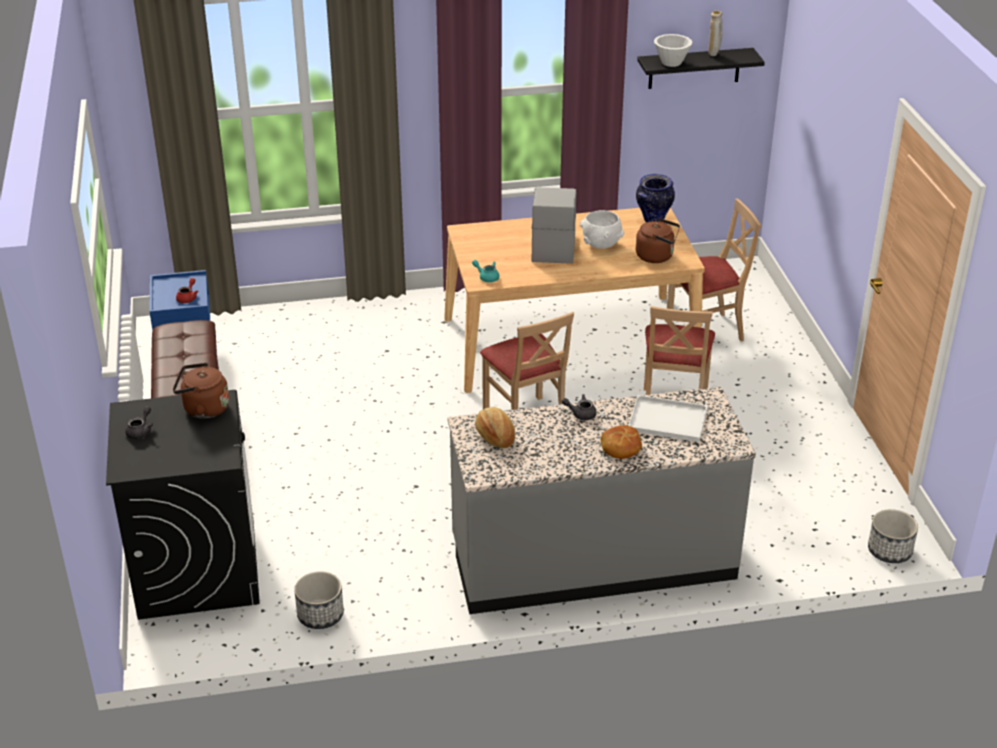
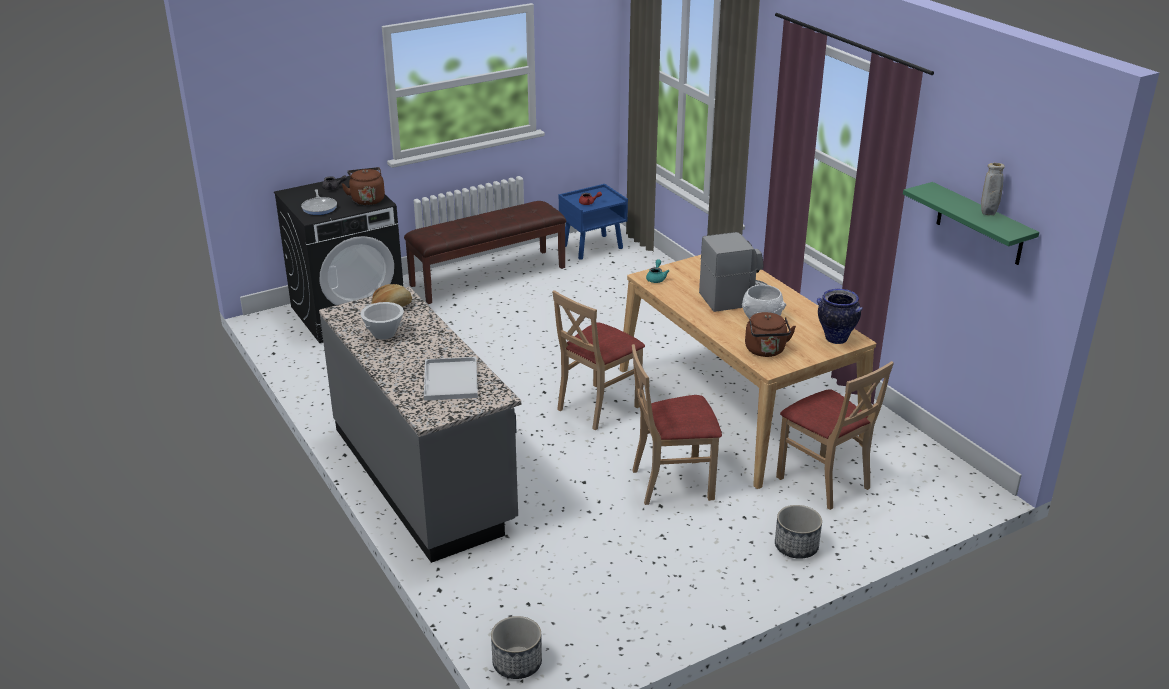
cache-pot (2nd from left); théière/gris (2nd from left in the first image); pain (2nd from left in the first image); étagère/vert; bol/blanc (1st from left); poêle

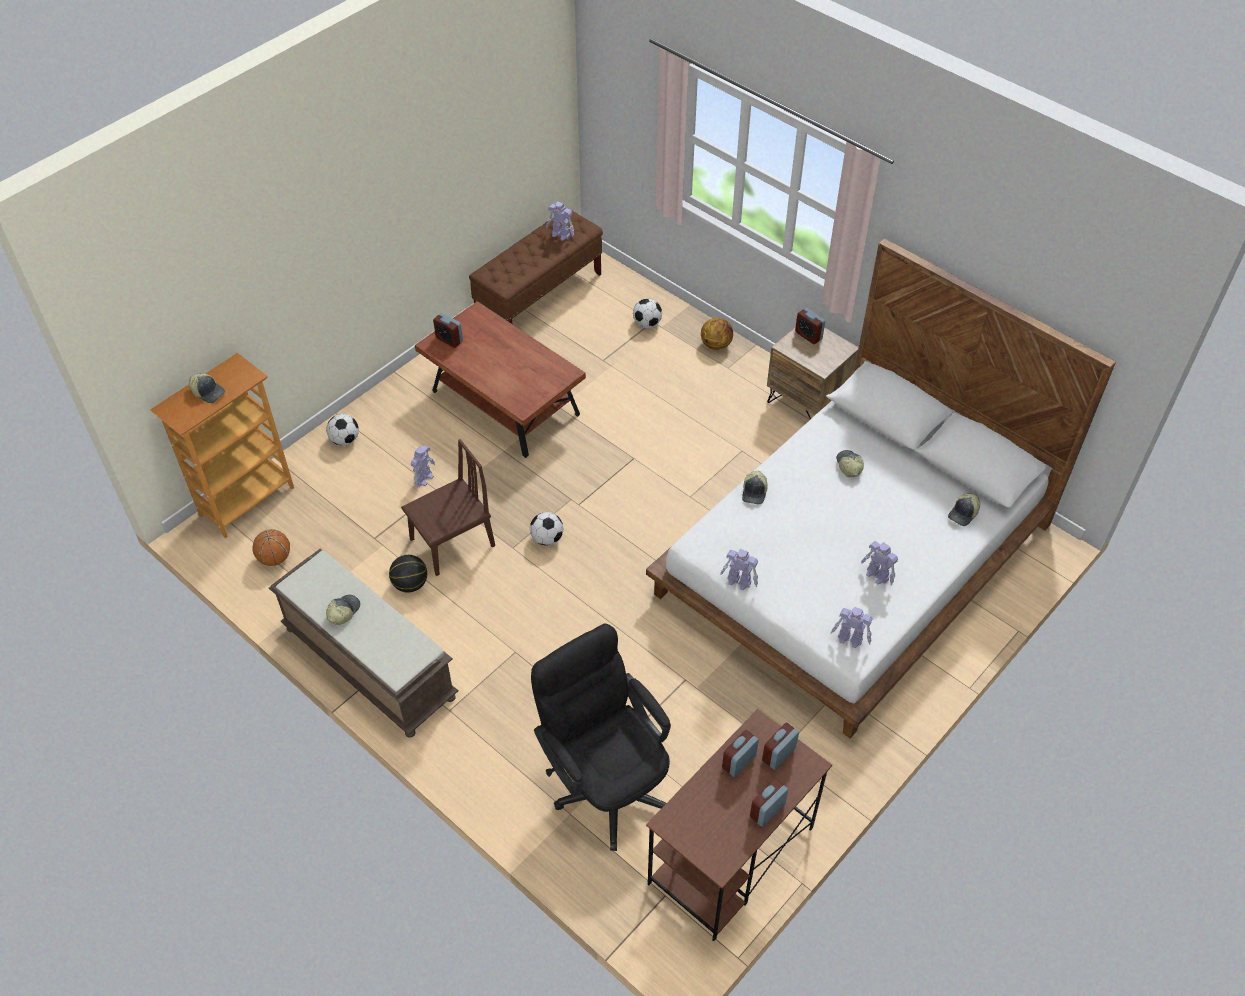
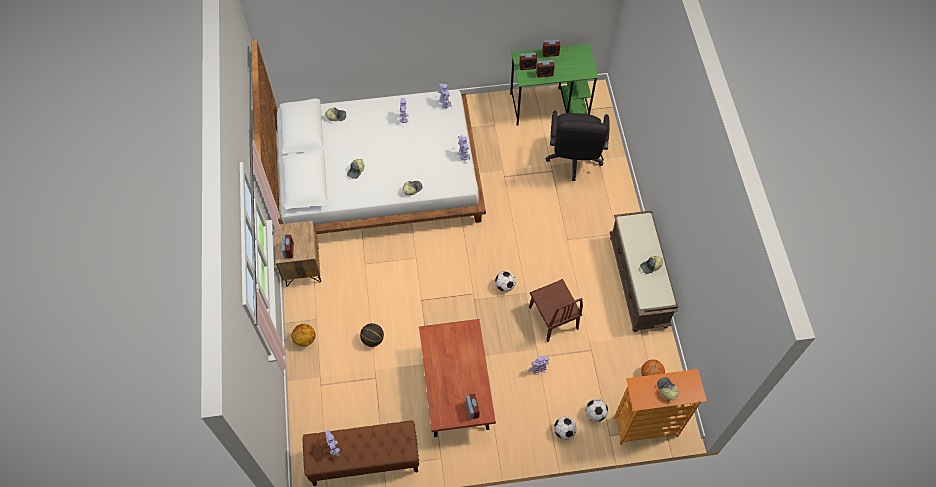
ballon de basket (2nd from left); chaise/marron; ballon de foot (3rd from left); bureau/vert

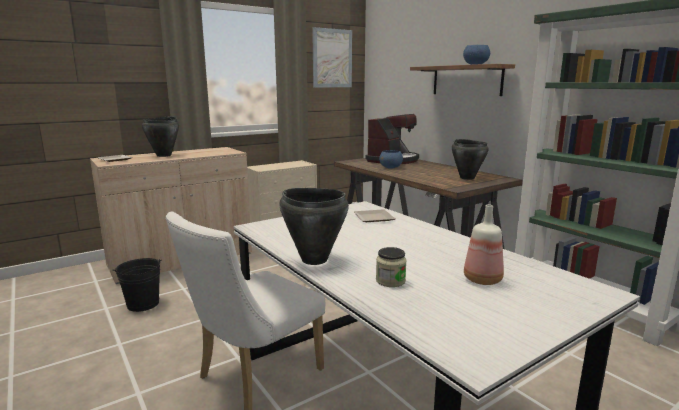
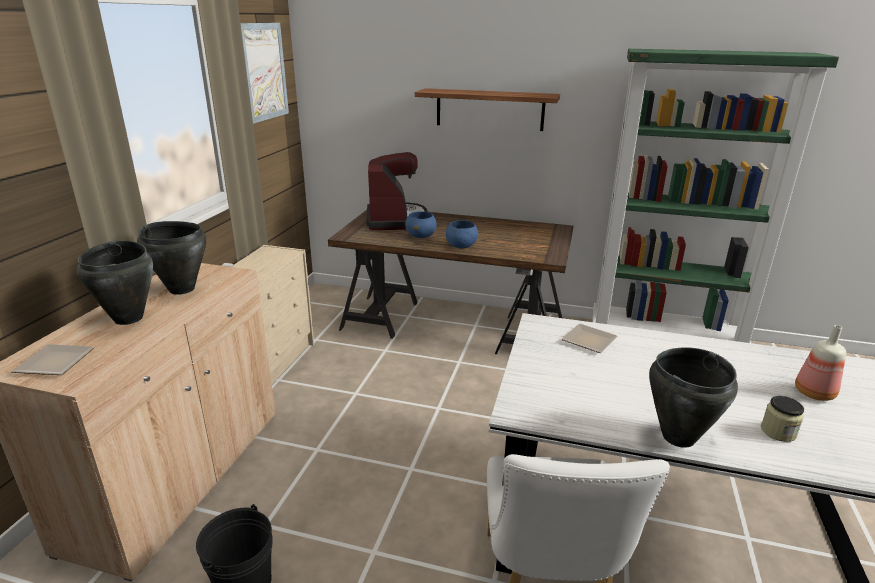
marmite/noir (2nd from left); bol/bleu (2nd from left)

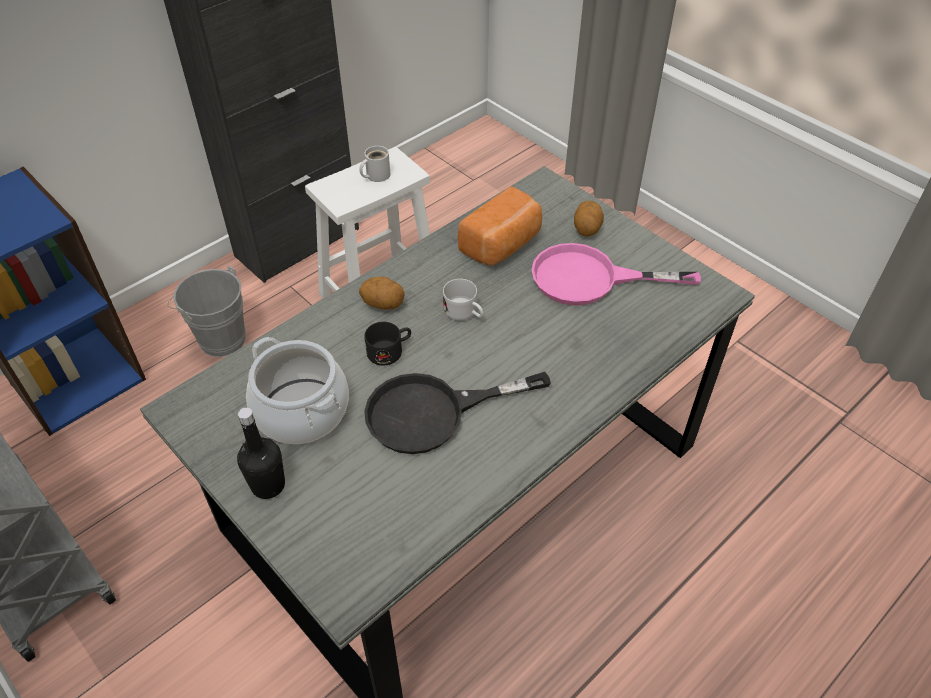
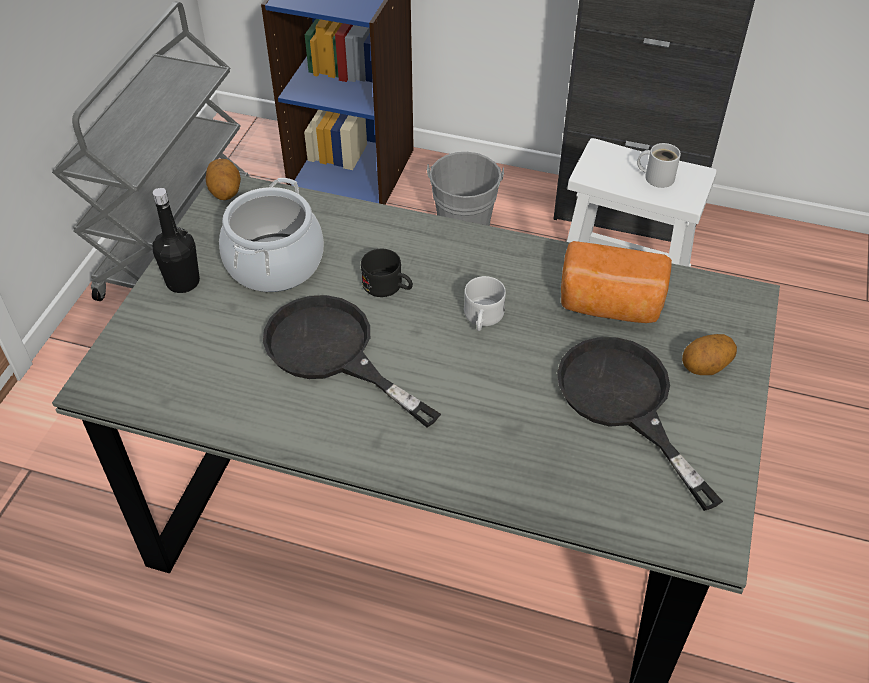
pomme de terre (1st from left); poêle/noir (2nd from left)

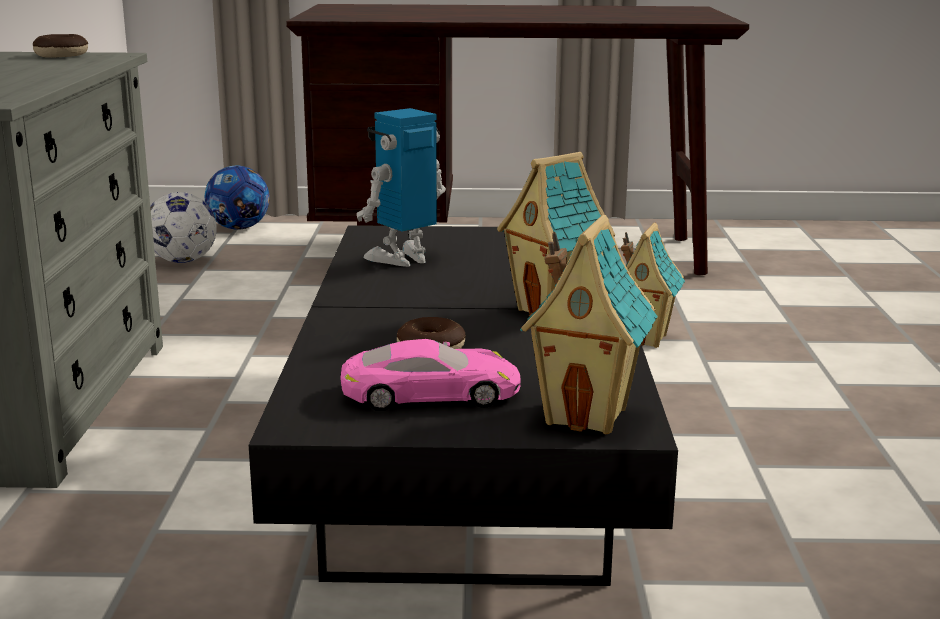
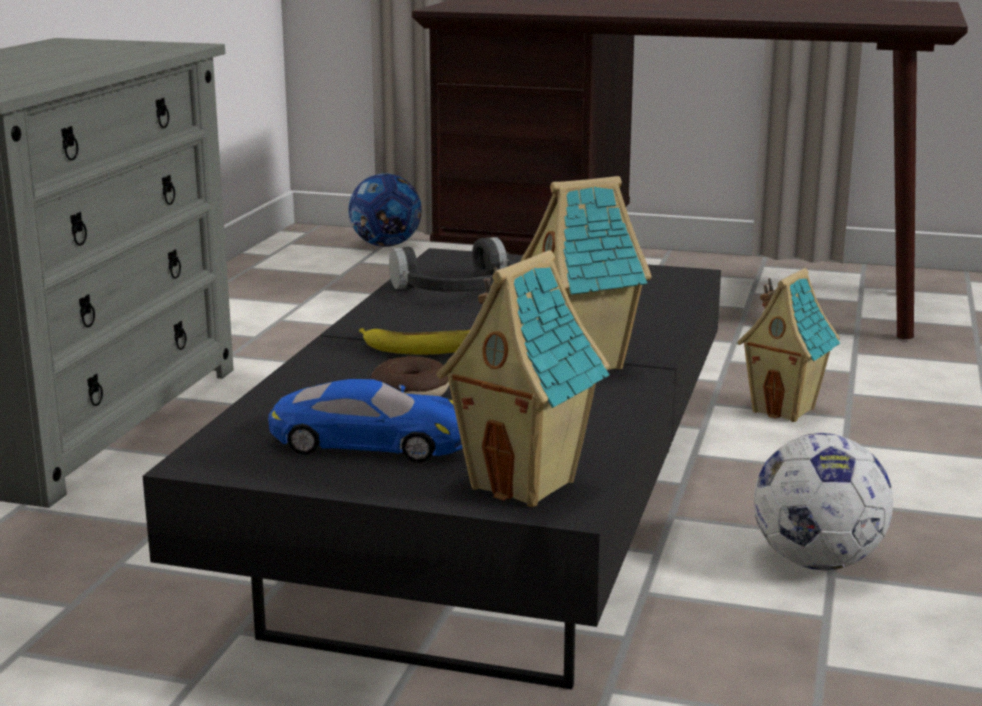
beignet (1st from left in the first image); ballon de foot (2nd from left); petite voiture/bleu; casque audio/noir; banane

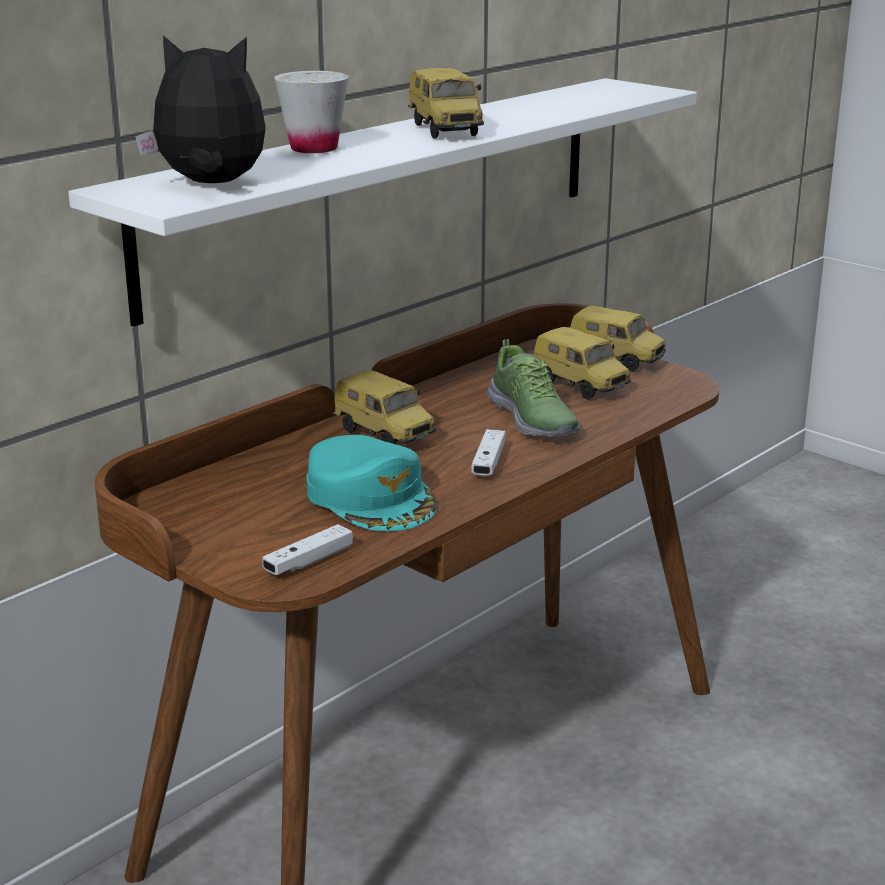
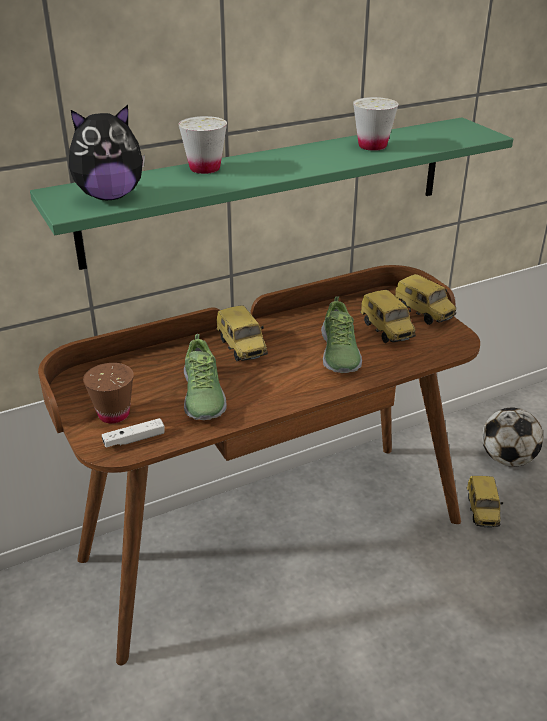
étagère/vert; peluche; chaussure (1st from left); petite voiture (4th from left); manette/blanc (2nd from left in the first image); tasse/marron; tasse/blanc (2nd from left); ballon de foot

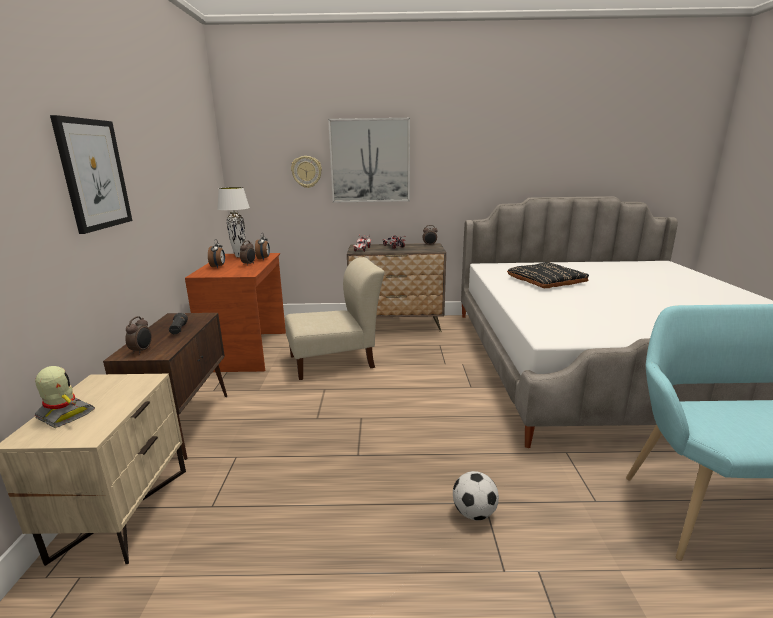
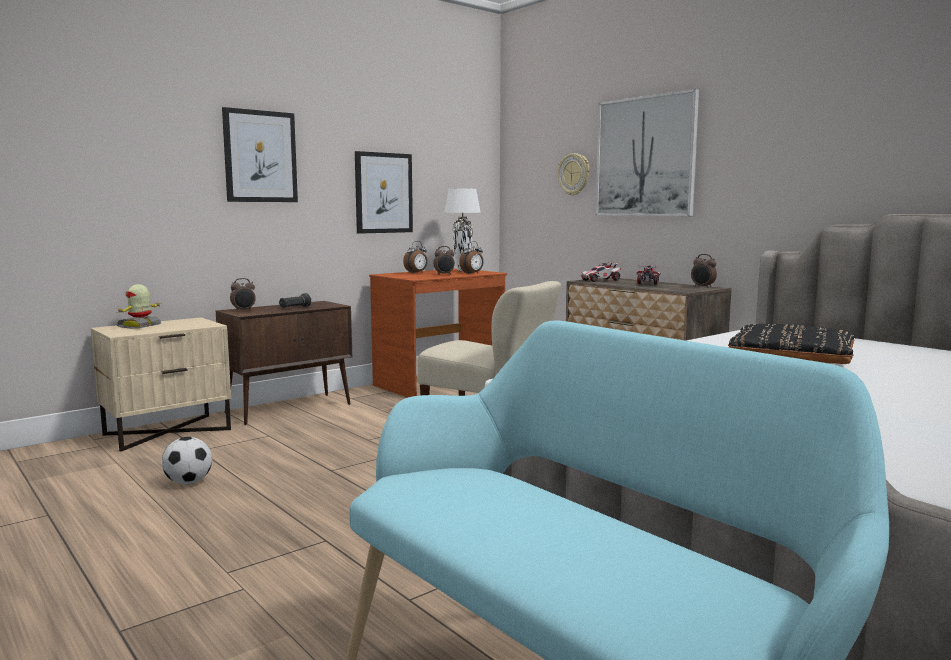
robot jouet; ballon de foot; tableau (2nd from left)

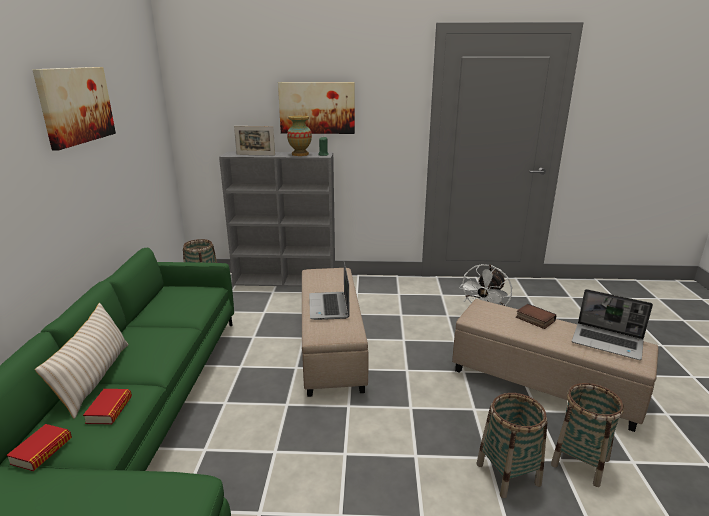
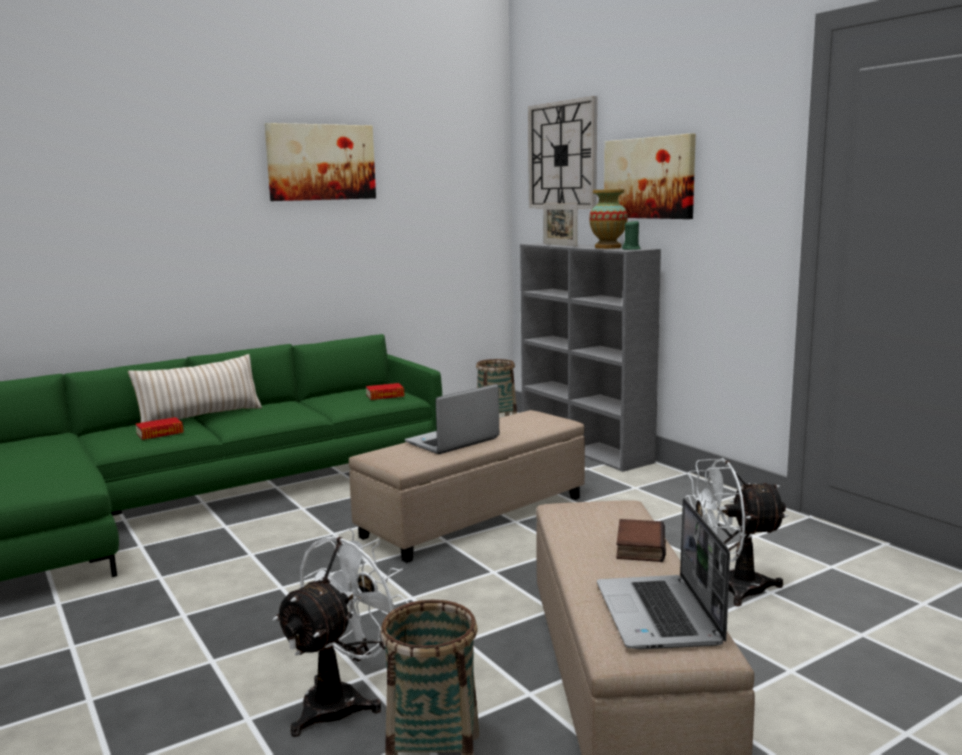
livre (2nd from left); ventilateur/blanc (1st from left); horloge murale

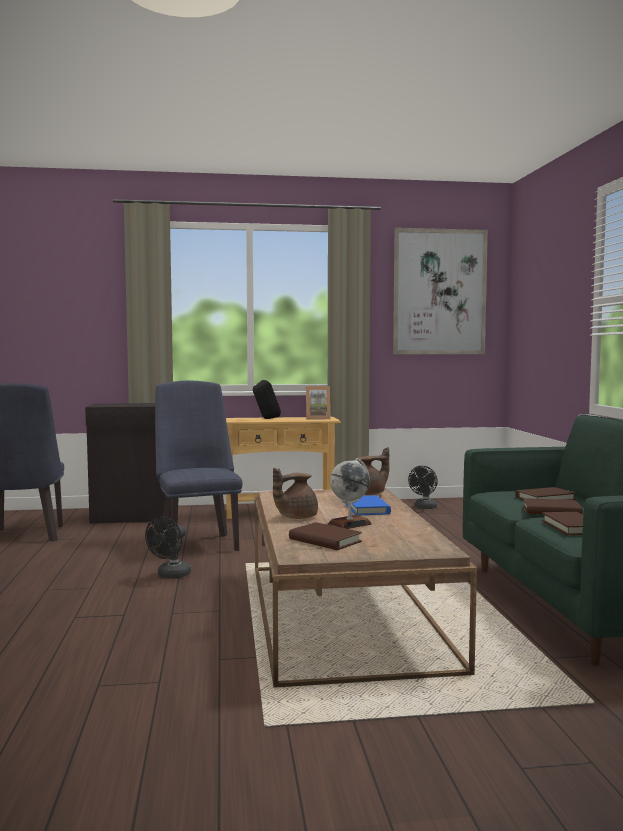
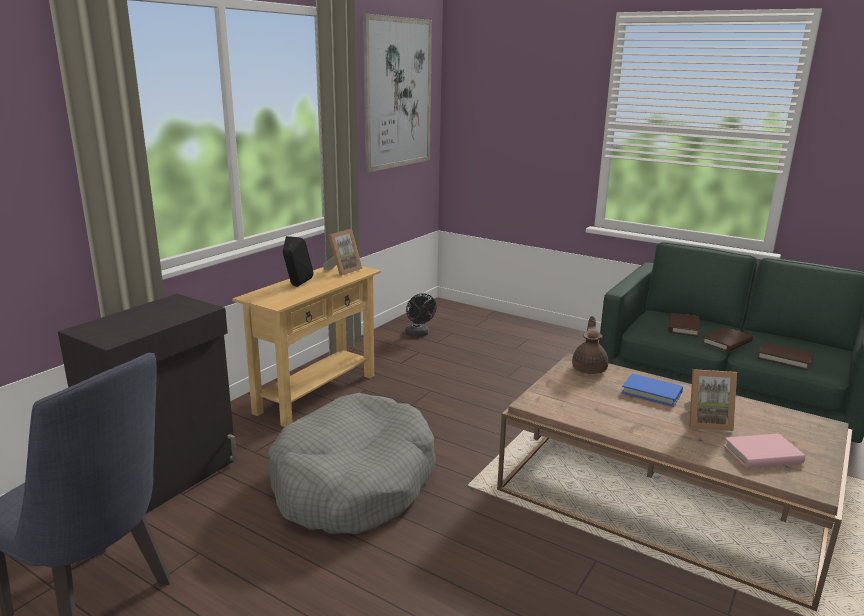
ventilateur/noir (1st from left in the first image); panier pour chien/gris; théière/marron (1st from left in the first image); livre/rose; cadre photo (2nd from left)

